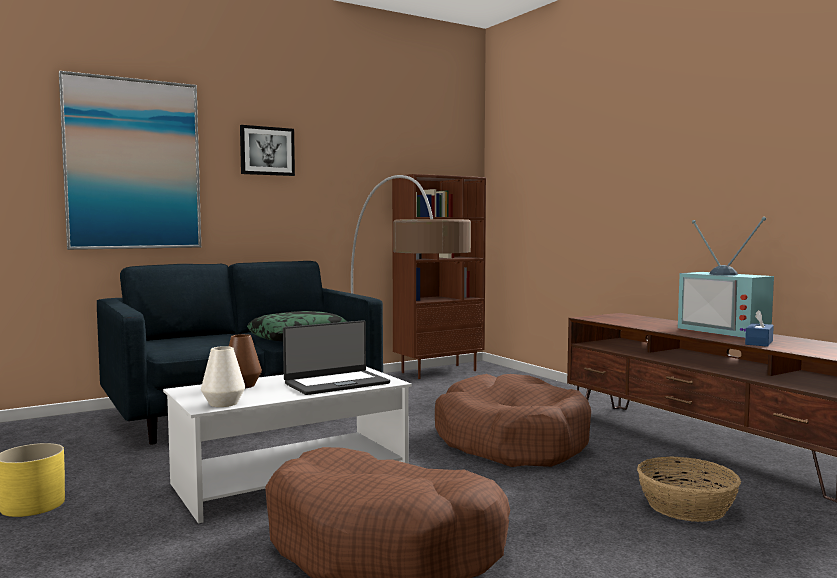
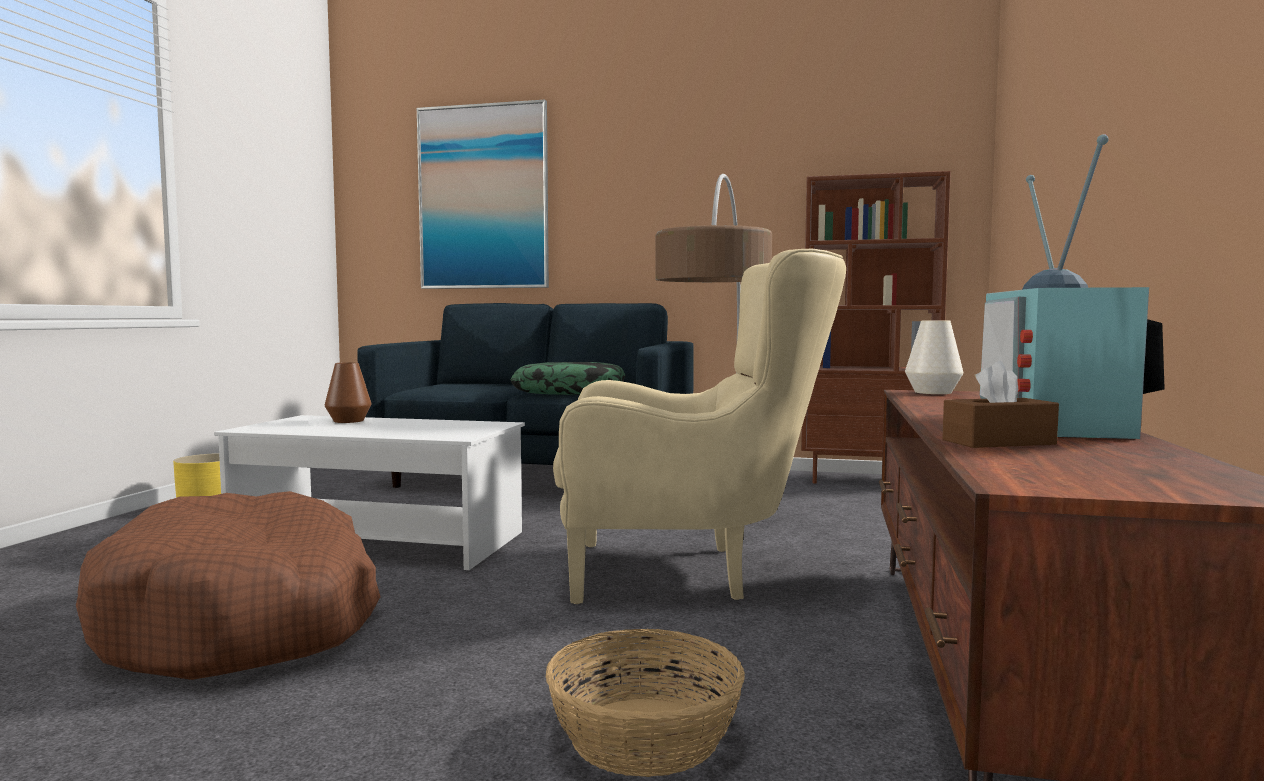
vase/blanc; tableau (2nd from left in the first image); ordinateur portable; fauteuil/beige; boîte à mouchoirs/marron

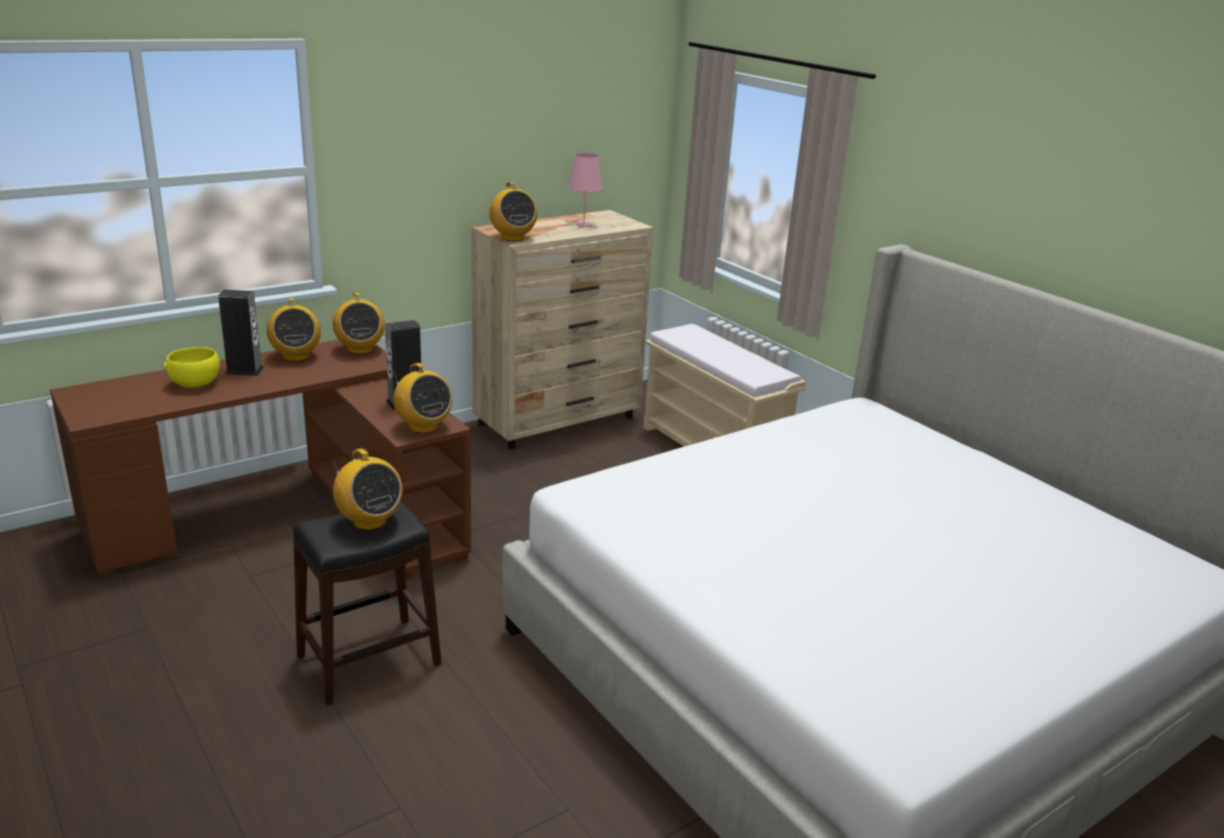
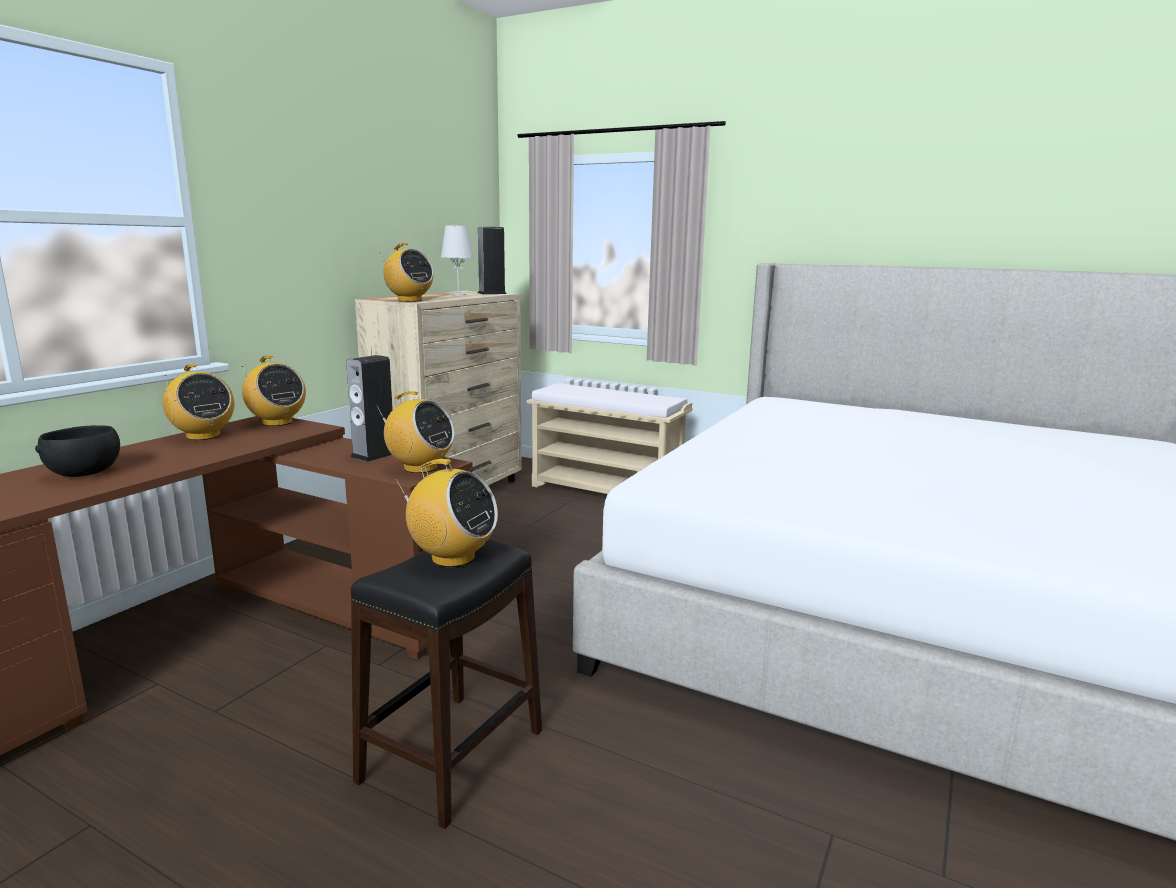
bol/noir; enceinte (2nd from left); lampe de table/blanc

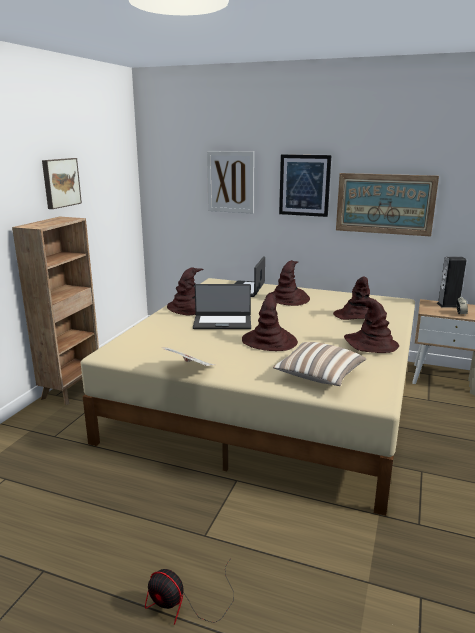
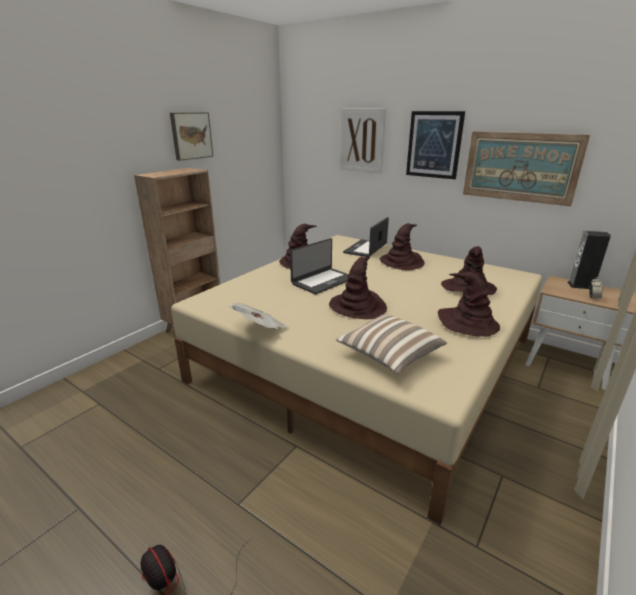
ordinateur portable (1st from left)

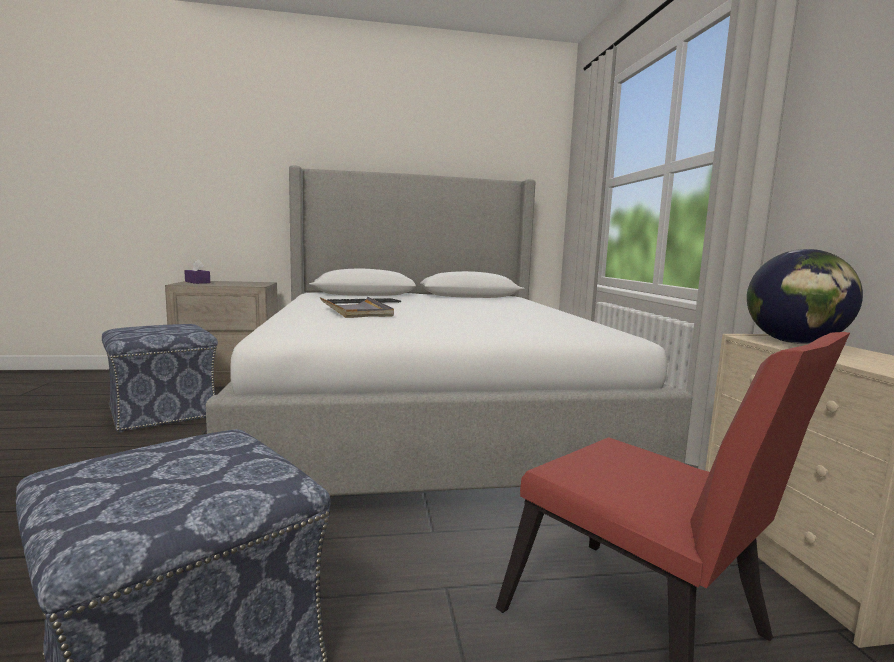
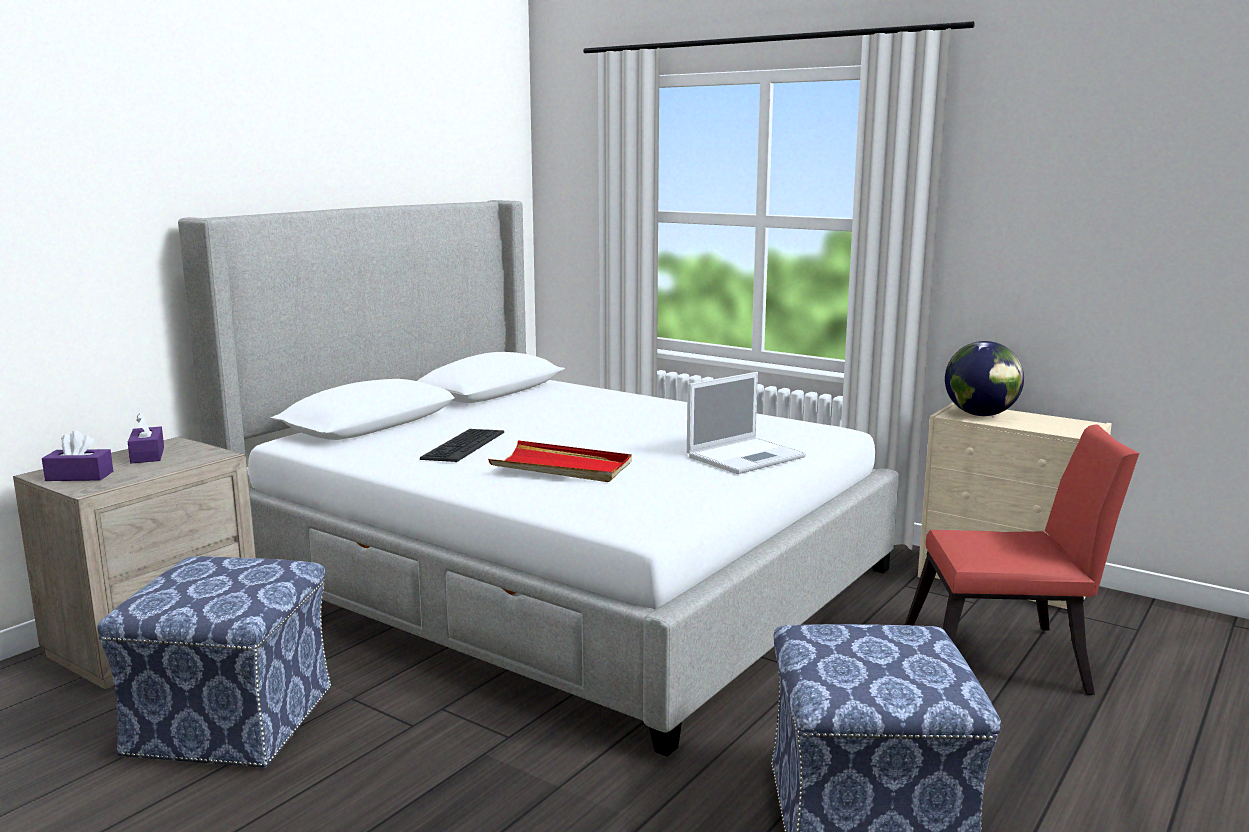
plateau/rouge; boîte à mouchoirs/violet (2nd from left); ordinateur portable

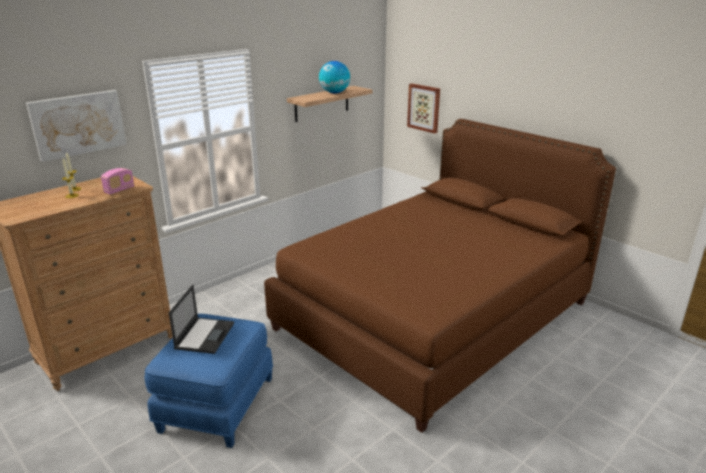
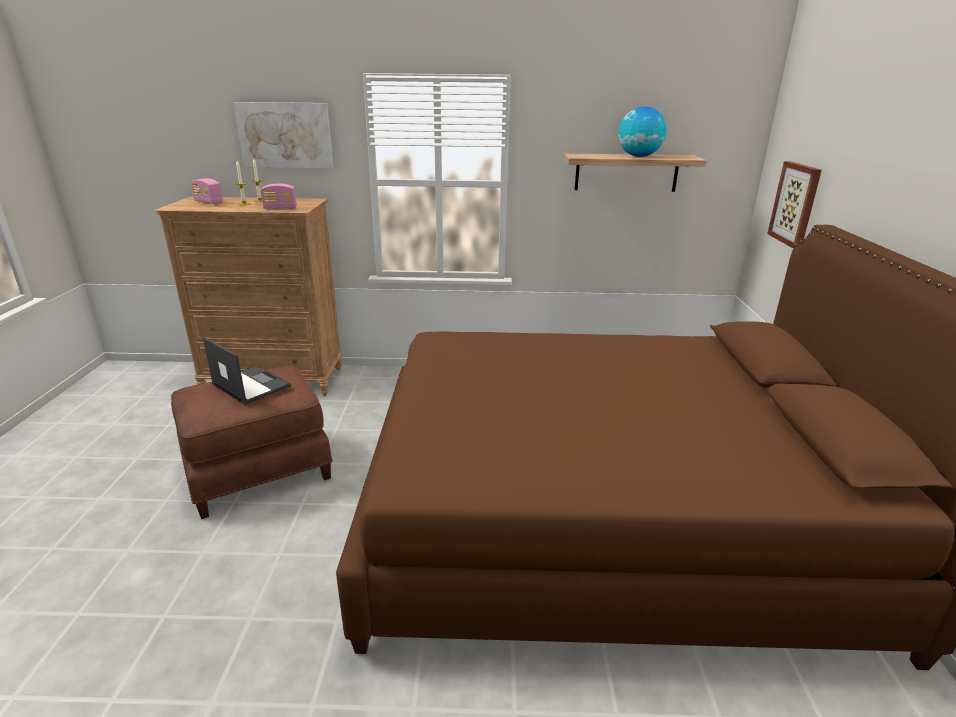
pouf/marron; ordinateur portable; radio (1st from left)

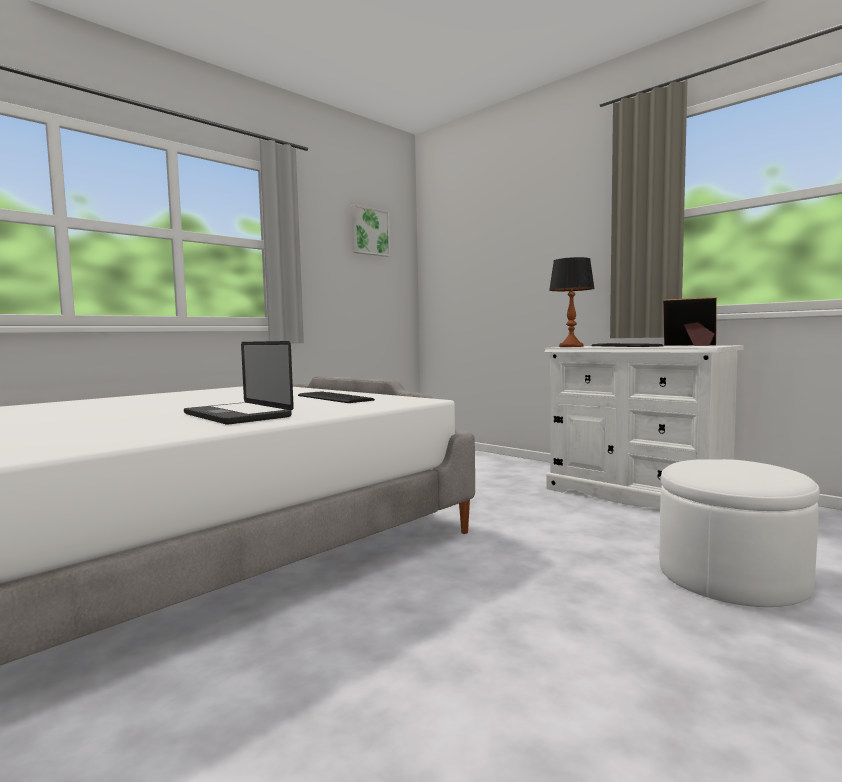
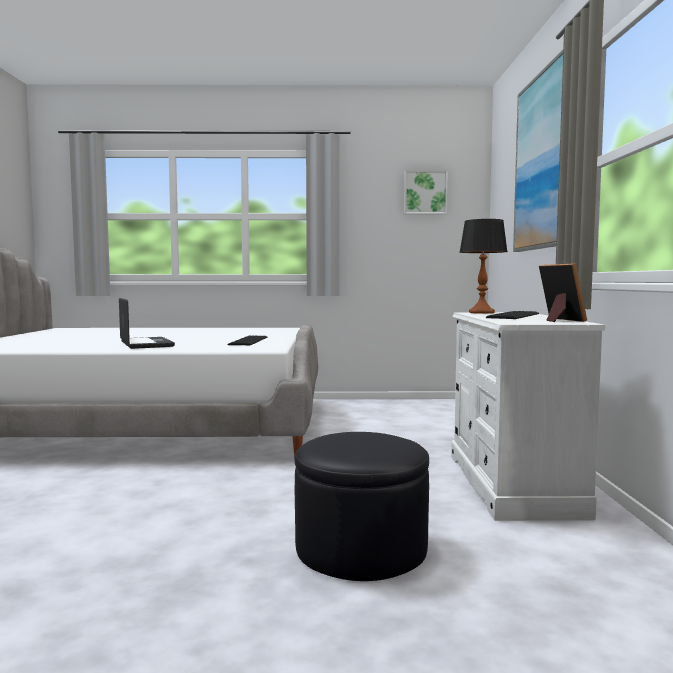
ordinateur portable; pouf/noir; tableau (2nd from left)

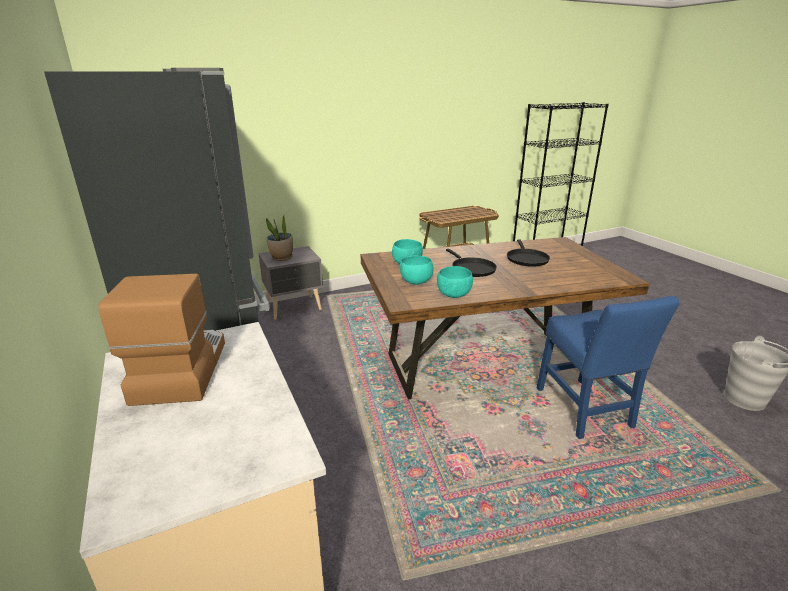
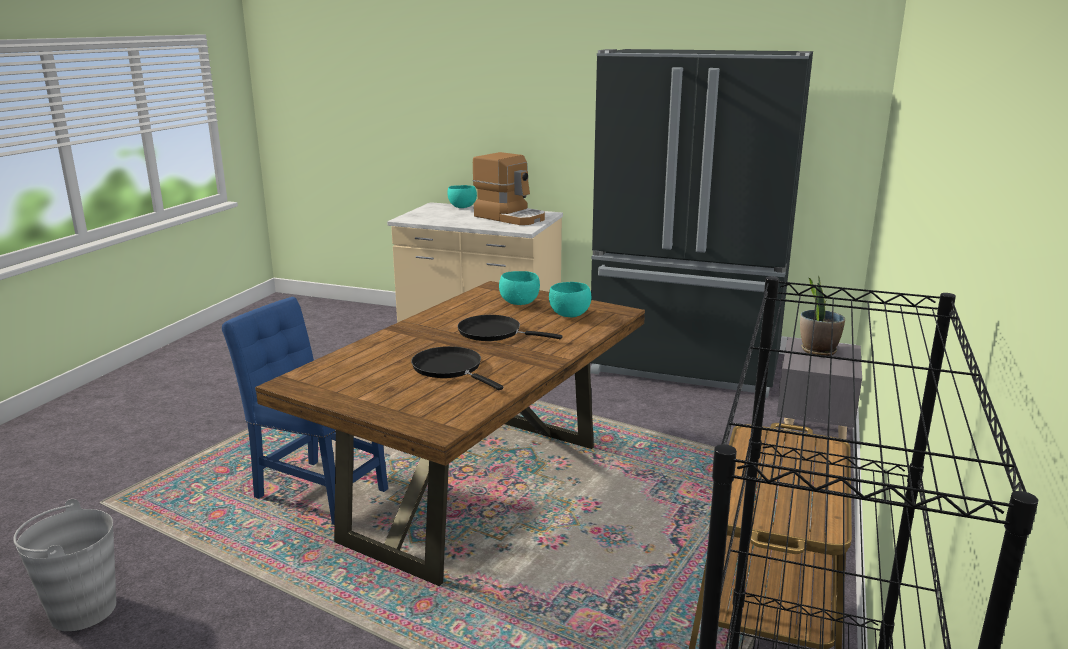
bol/turquoise (1st from left)

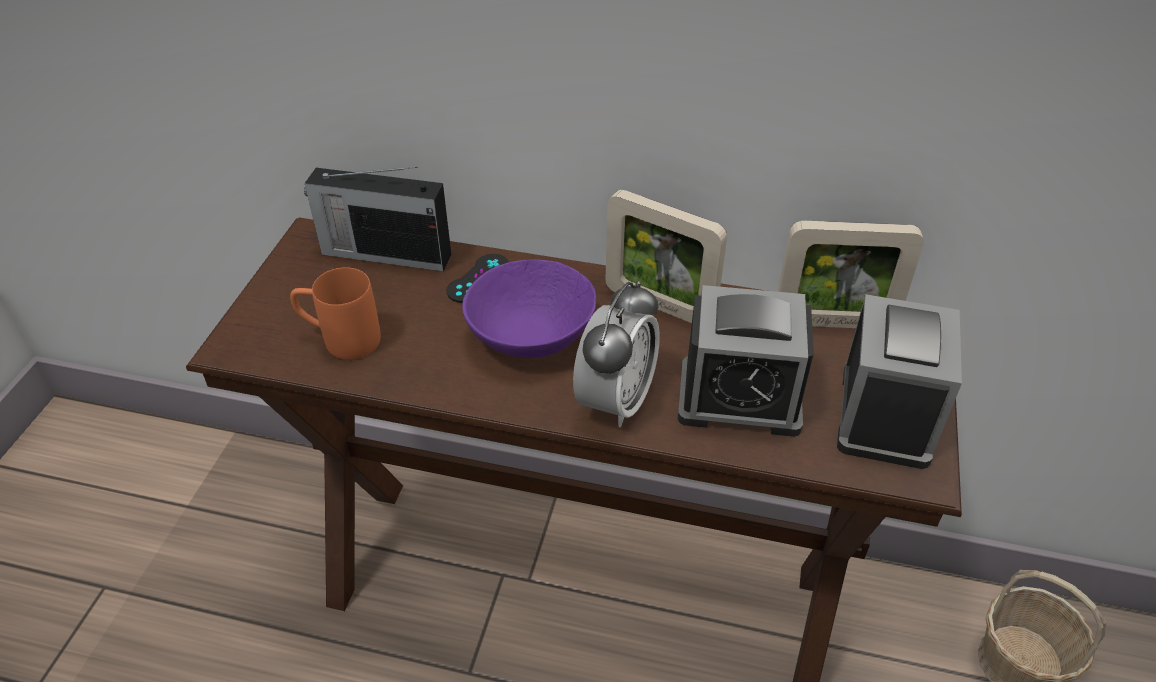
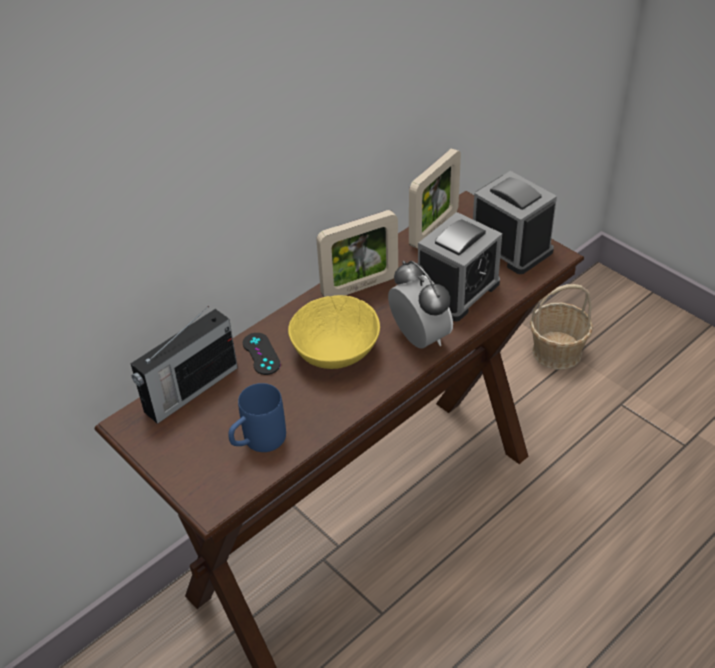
mug/bleu; bol/jaune

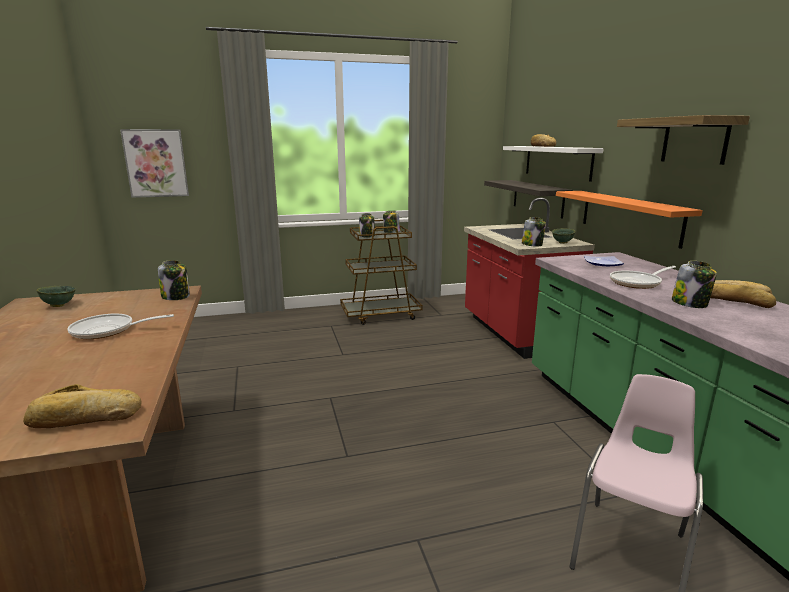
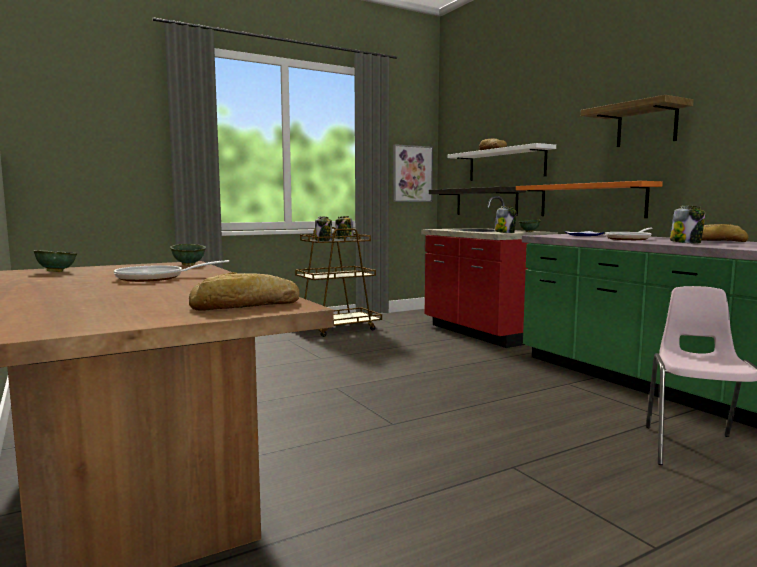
tableau; bol/vert (2nd from left)

